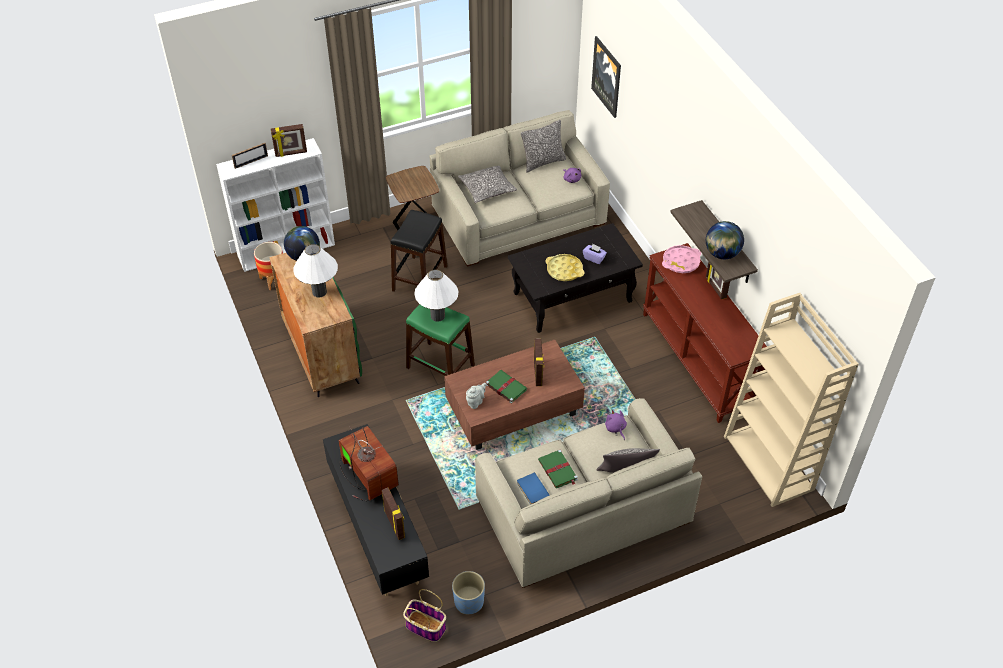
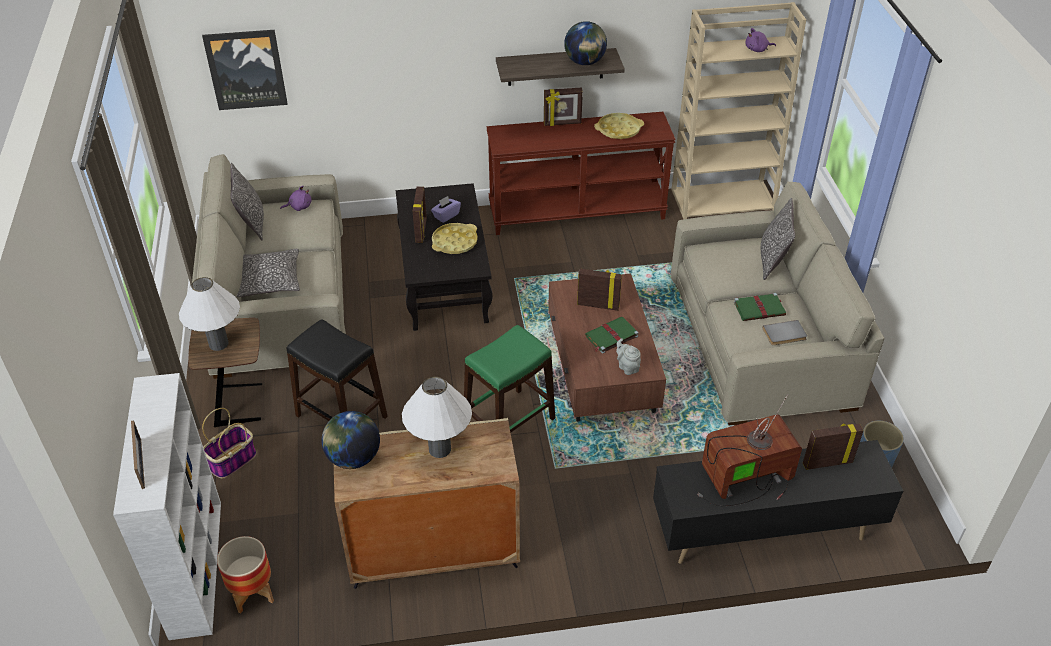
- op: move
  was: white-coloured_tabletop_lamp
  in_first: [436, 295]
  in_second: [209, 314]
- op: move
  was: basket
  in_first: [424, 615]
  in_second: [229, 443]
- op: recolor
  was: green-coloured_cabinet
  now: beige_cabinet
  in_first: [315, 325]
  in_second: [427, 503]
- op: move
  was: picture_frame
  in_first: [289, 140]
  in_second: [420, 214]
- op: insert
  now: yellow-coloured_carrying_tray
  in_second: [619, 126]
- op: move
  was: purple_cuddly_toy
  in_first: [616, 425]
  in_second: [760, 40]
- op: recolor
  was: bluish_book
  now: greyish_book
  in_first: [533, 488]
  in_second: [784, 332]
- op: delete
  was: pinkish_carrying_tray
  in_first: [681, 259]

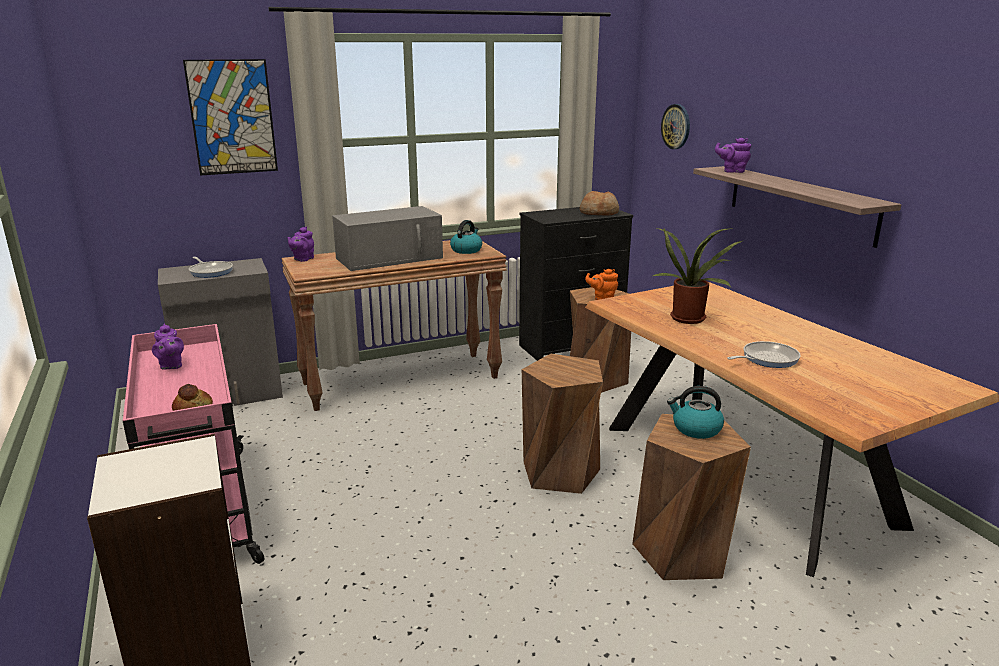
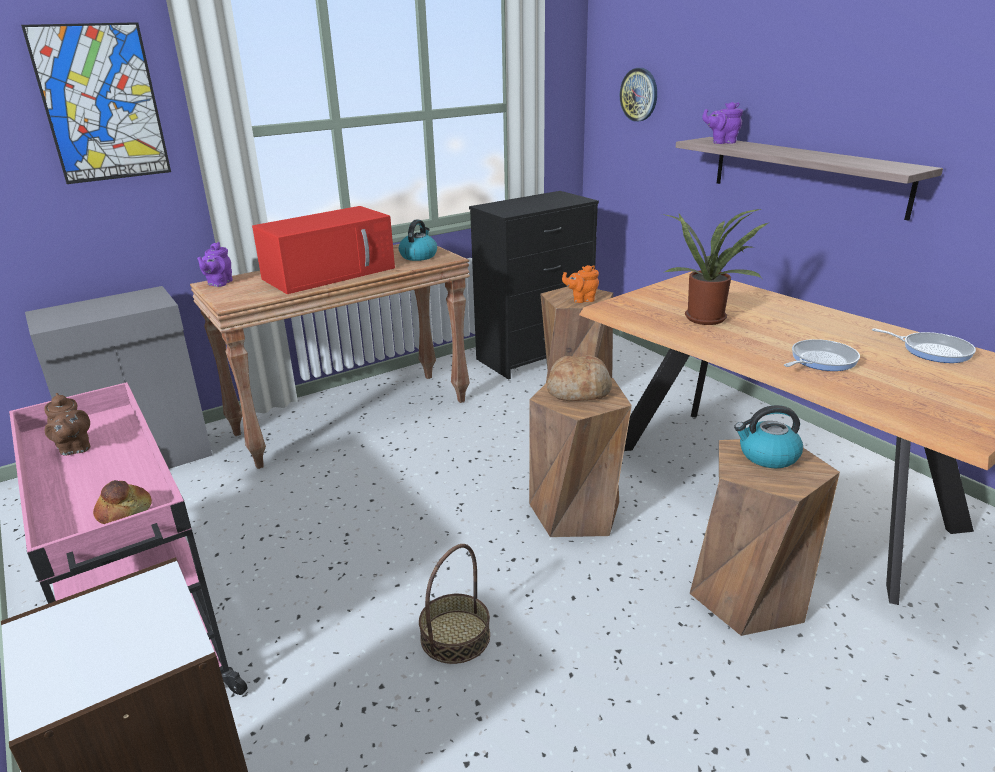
- op: recolor
  was: purple_tea_pot
  now: brown-coloured_tea_pot
  in_first: [168, 346]
  in_second: [67, 424]
- op: recolor
  was: greyish_microwave
  now: reddish_microwave
  in_first: [387, 238]
  in_second: [323, 250]
- op: insert
  now: basket
  in_second: [454, 604]
- op: move
  was: bakery_bread
  in_first: [599, 203]
  in_second: [579, 378]
- op: move
  was: skillet
  in_first: [211, 267]
  in_second: [924, 345]

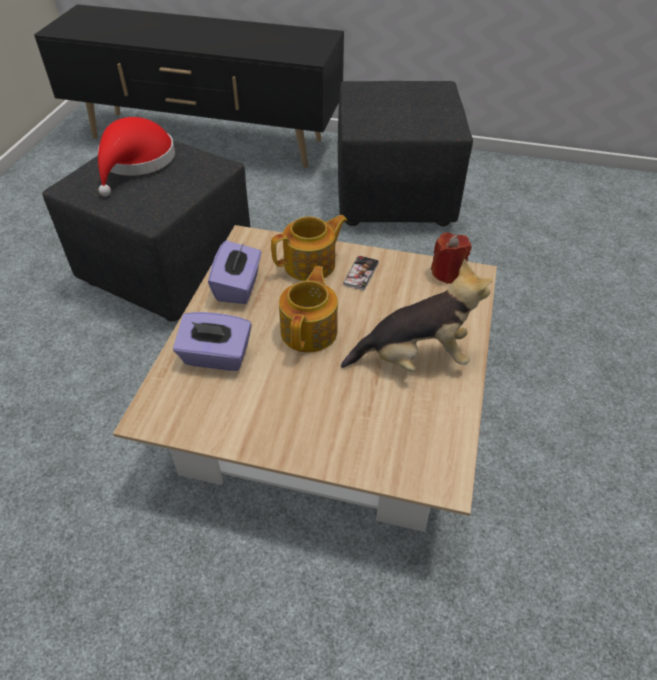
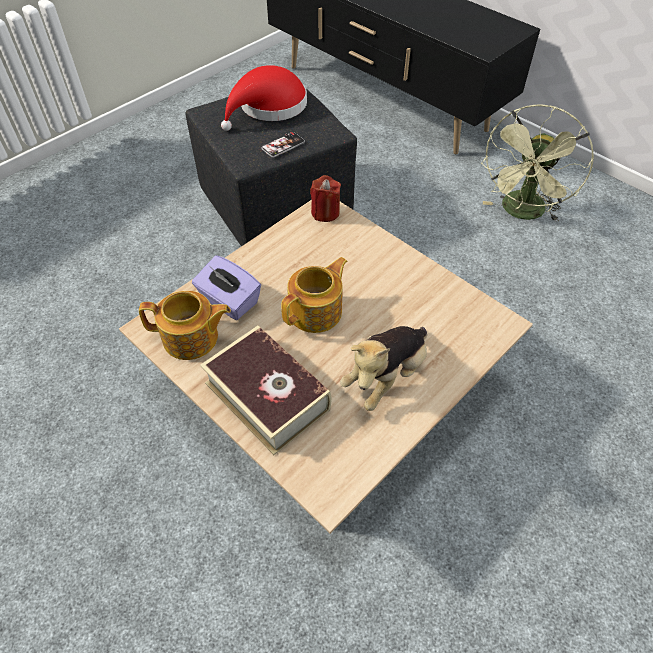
- op: move
  was: tea_pot
  in_first: [309, 248]
  in_second: [185, 325]
- op: insert
  now: book
  in_second: [266, 390]
- op: move
  was: phone
  in_first: [361, 273]
  in_second: [283, 145]
- op: move
  was: reddish_wax_candle
  in_first: [451, 258]
  in_second: [325, 198]
- op: rotate
  was: cuddly_toy
  in_first: [417, 315]
  in_second: [383, 368]
  clockwise: 105
- op: replace
  was: blackish_pouffe
  now: green-coloured_electric_fan
  in_first: [405, 153]
  in_second: [537, 163]
- op: delete
  was: purple_box_of_tissues
  in_first: [234, 272]

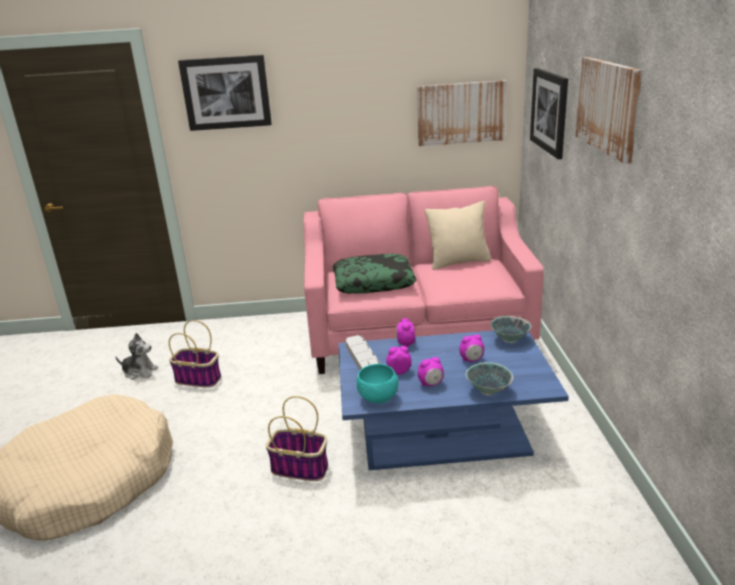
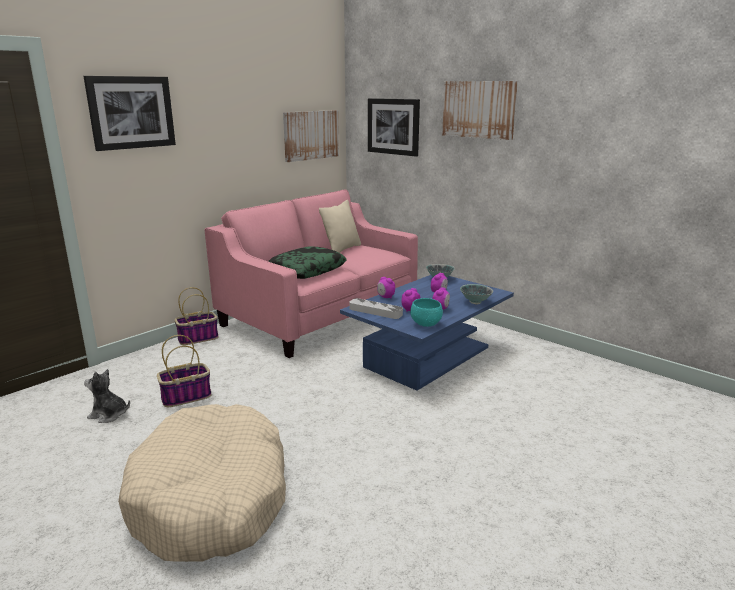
- op: rotate
  was: cuddly_toy
  in_first: [136, 356]
  in_second: [107, 396]
  clockwise: -135
- op: move
  was: basket
  in_first: [297, 438]
  in_second: [196, 316]

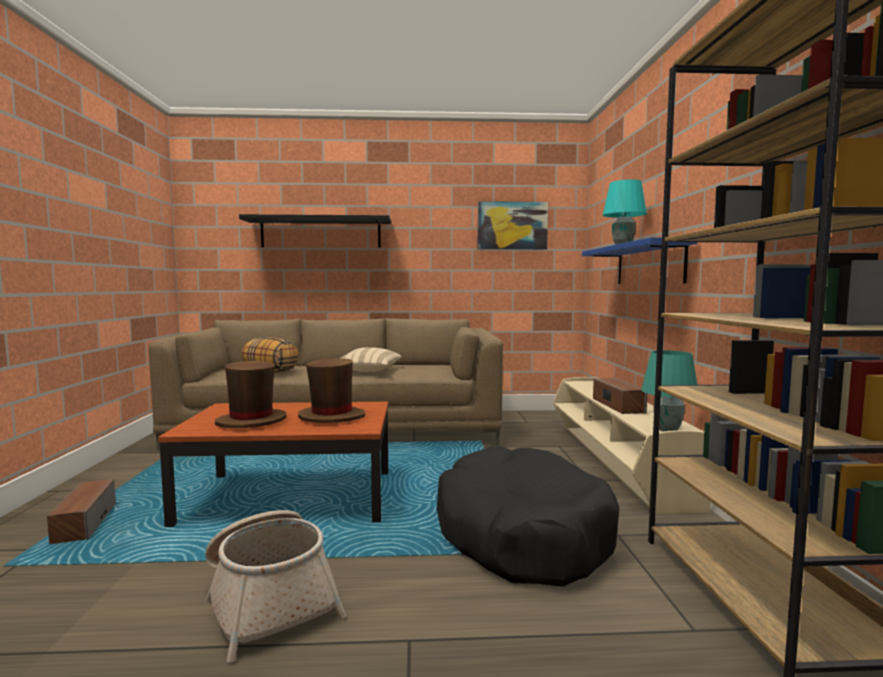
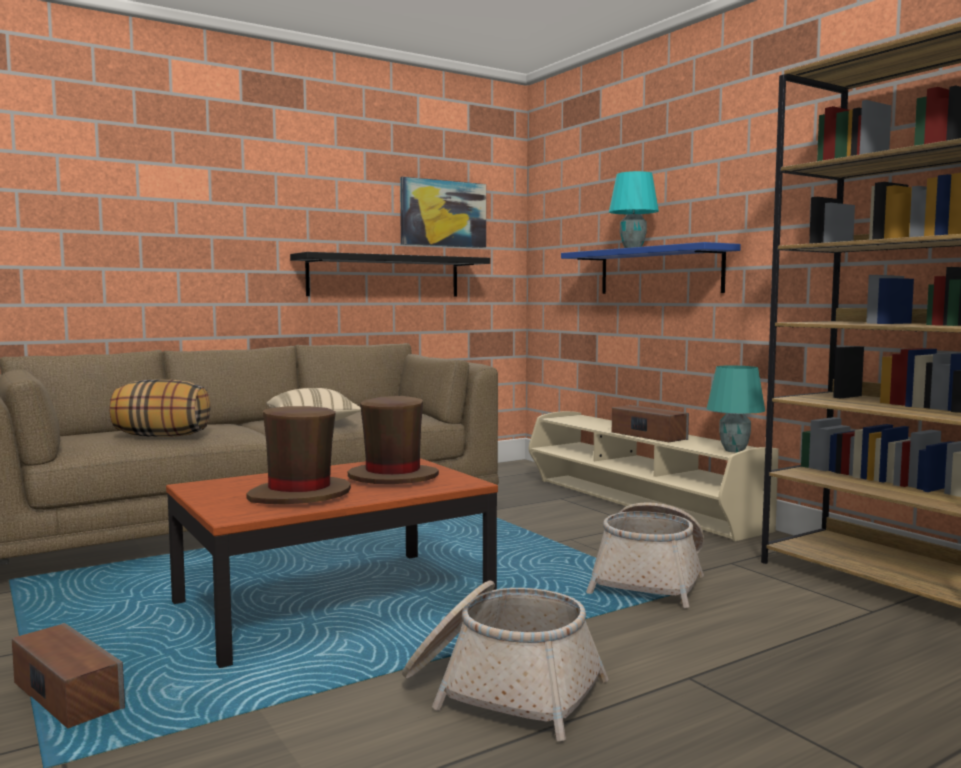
- op: move
  was: blackish_wall_shelf
  in_first: [315, 231]
  in_second: [390, 274]
- op: replace
  was: blackish_dog_cushion
  now: basket
  in_first: [528, 516]
  in_second: [645, 555]

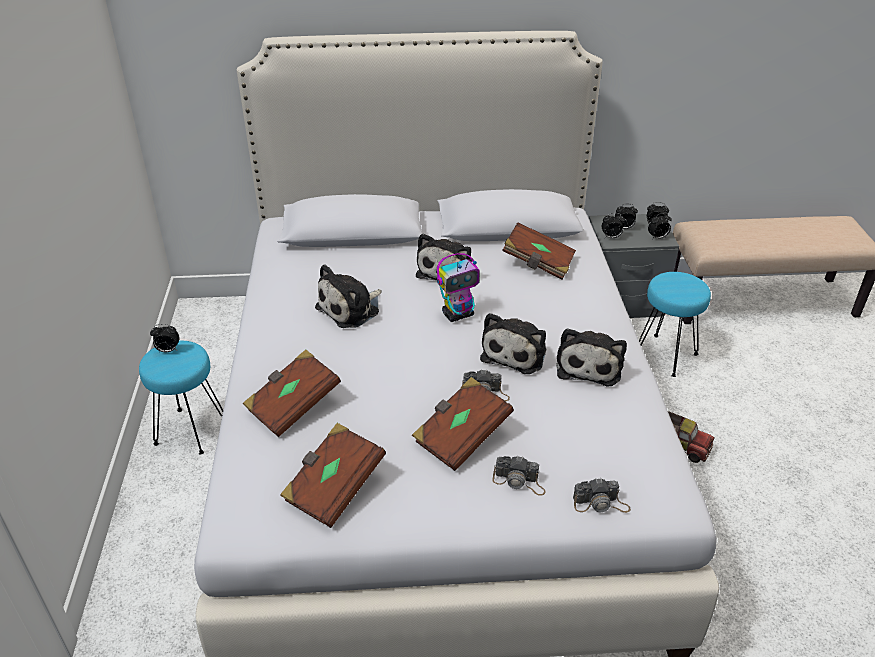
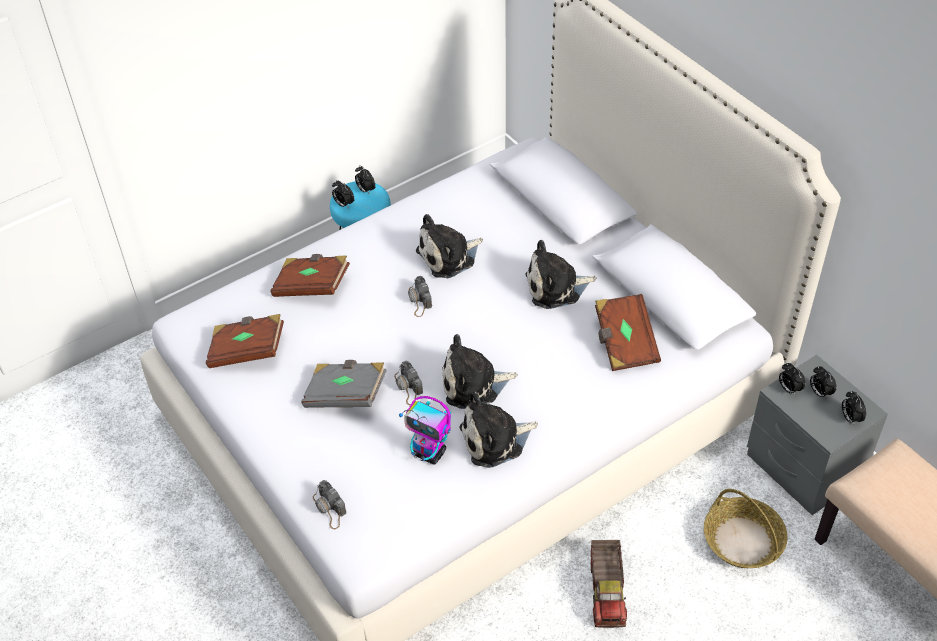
- op: recolor
  was: brown-coloured_book
  now: greyish_book
  in_first: [463, 424]
  in_second: [344, 384]
- op: move
  was: alarm_clock
  in_first: [660, 226]
  in_second: [343, 194]
- op: move
  was: model_robot
  in_first: [458, 287]
  in_second: [425, 430]
- op: move
  was: photo_camera
  in_first: [519, 476]
  in_second: [420, 296]
- op: rotate
  was: cuddly_toy
  in_first: [348, 296]
  in_second: [449, 246]
  clockwise: -45
- op: replace
  was: turquoise_sitting_stool
  now: basket
  in_first: [675, 324]
  in_second: [746, 528]

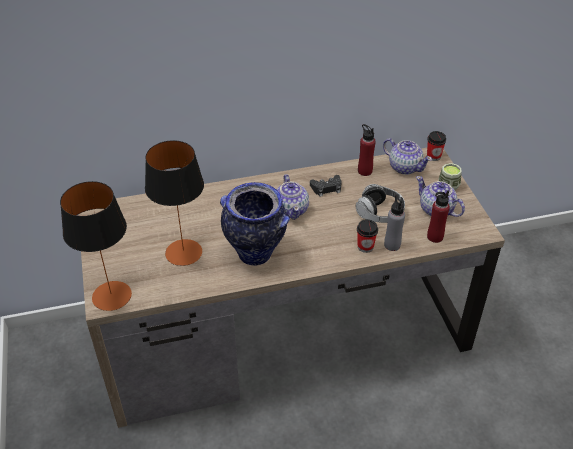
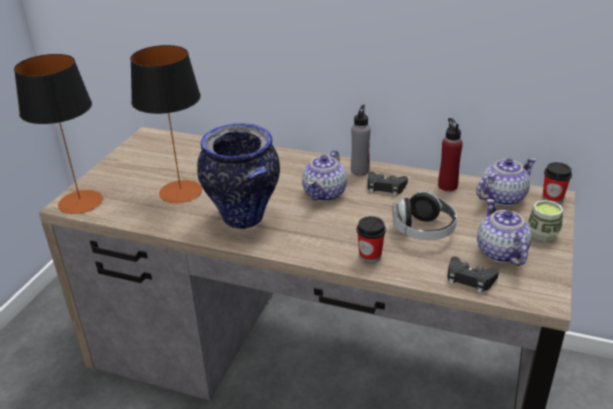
- op: move
  was: greyish_drink_bottle
  in_first: [394, 223]
  in_second: [361, 140]
- op: replace
  was: reddish_drink_bottle
  now: blackish_joypad
  in_first: [438, 216]
  in_second: [473, 274]
- op: rotate
  was: tea_pot
  in_first: [407, 156]
  in_second: [506, 181]
  clockwise: -105

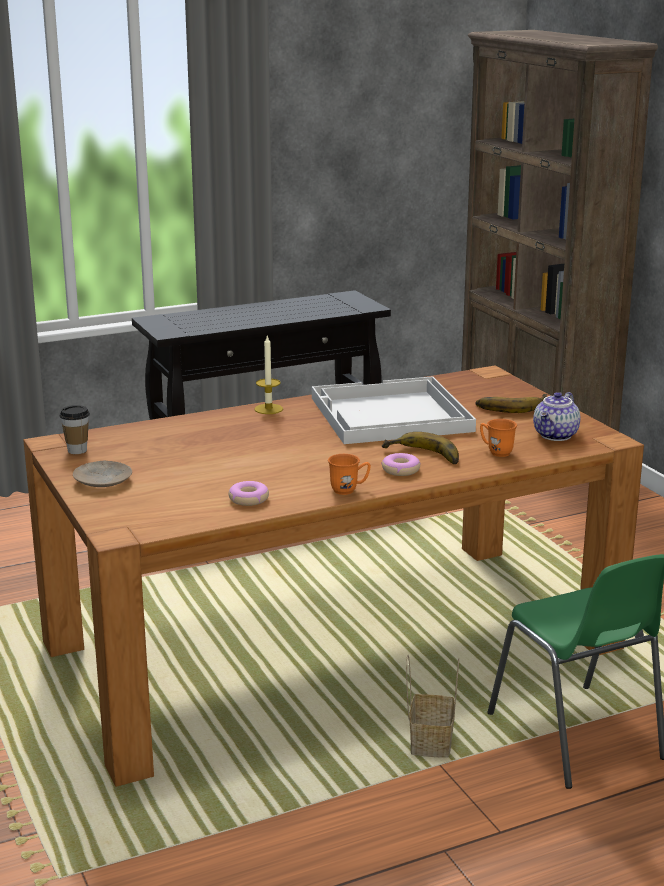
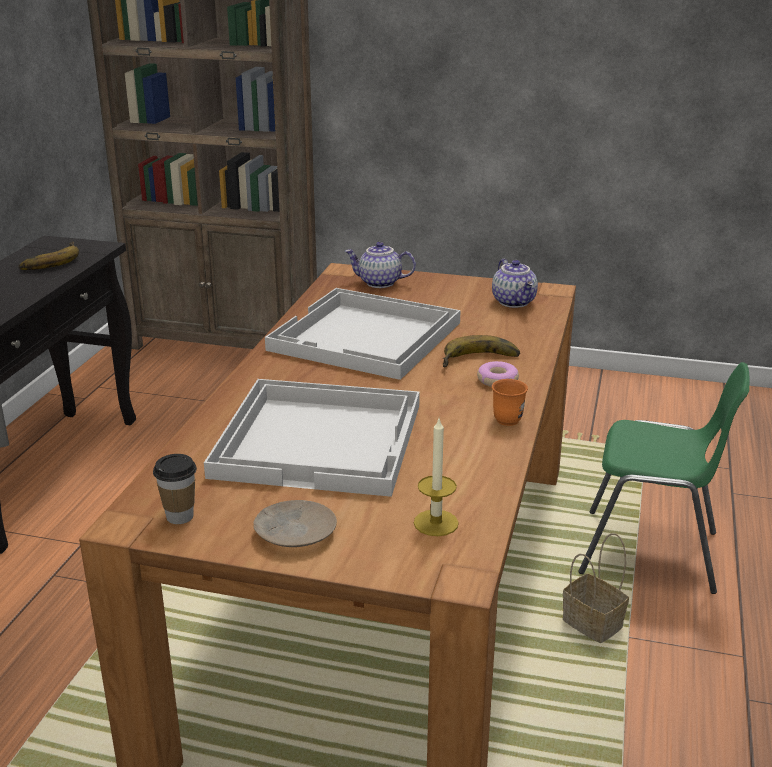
- op: move
  was: banana_fruit
  in_first: [511, 403]
  in_second: [49, 256]
- op: insert
  now: white-coloured_carrying_tray
  in_second: [312, 438]
- op: insert
  now: tea_pot
  in_second: [380, 265]
- op: move
  was: wax_candle
  in_first: [268, 375]
  in_second: [436, 477]
- op: delete
  was: ring_doughnut
  in_first: [249, 493]
- op: delete
  was: orange-coloured_mug
  in_first: [498, 438]

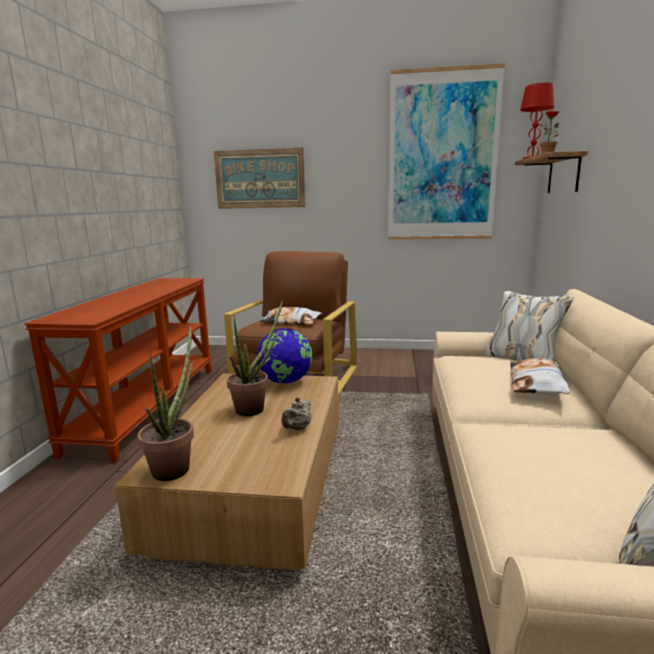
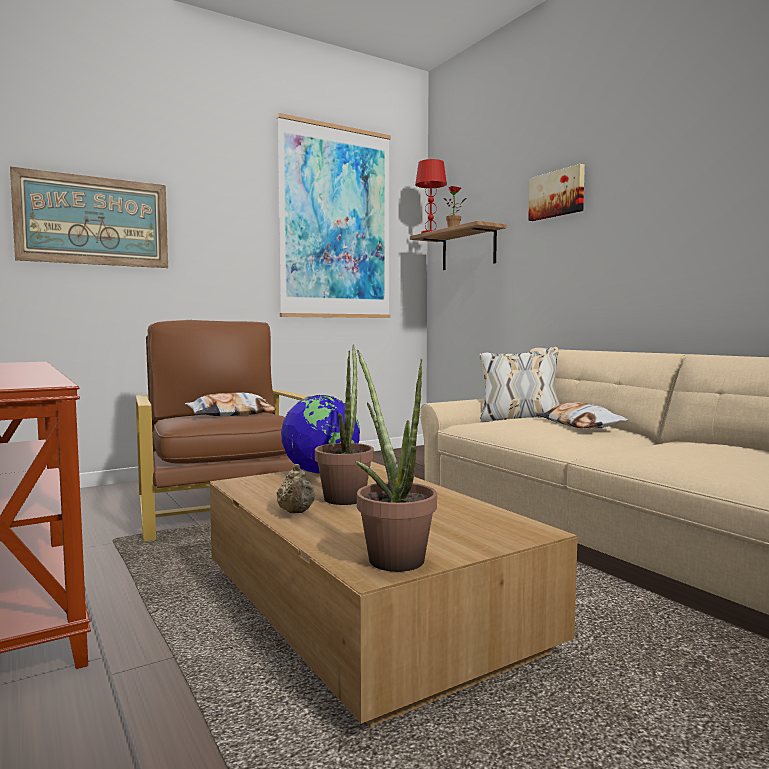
- op: move
  was: beige_tea_pot
  in_first: [296, 414]
  in_second: [295, 488]
- op: insert
  now: wall_picture
  in_second: [556, 192]

